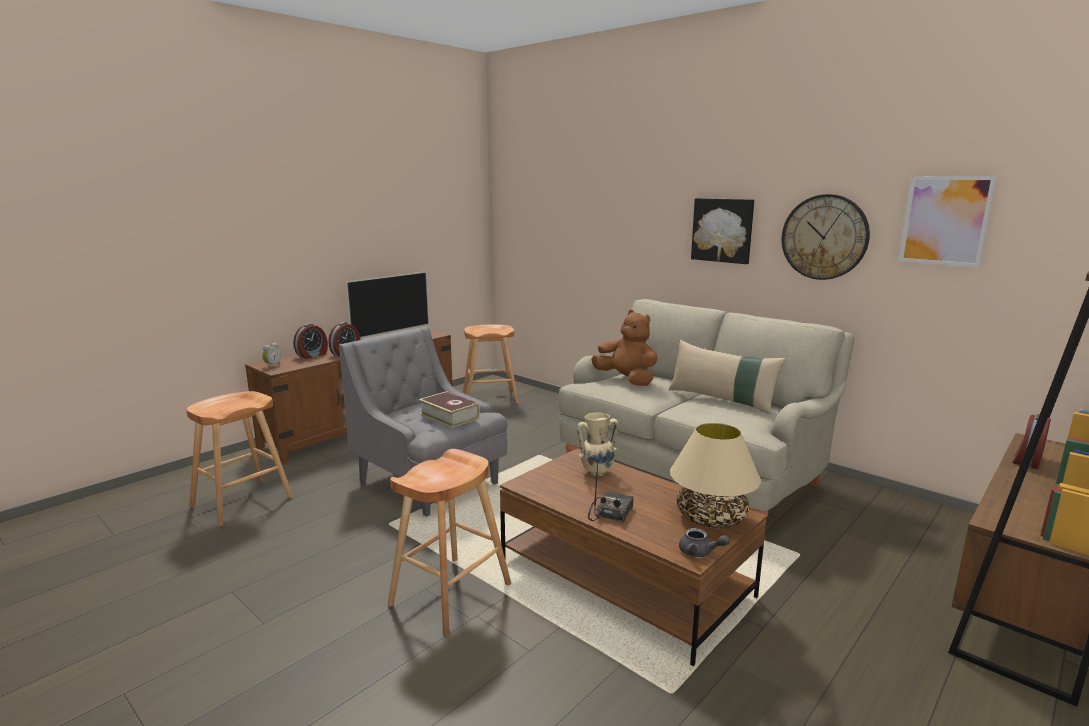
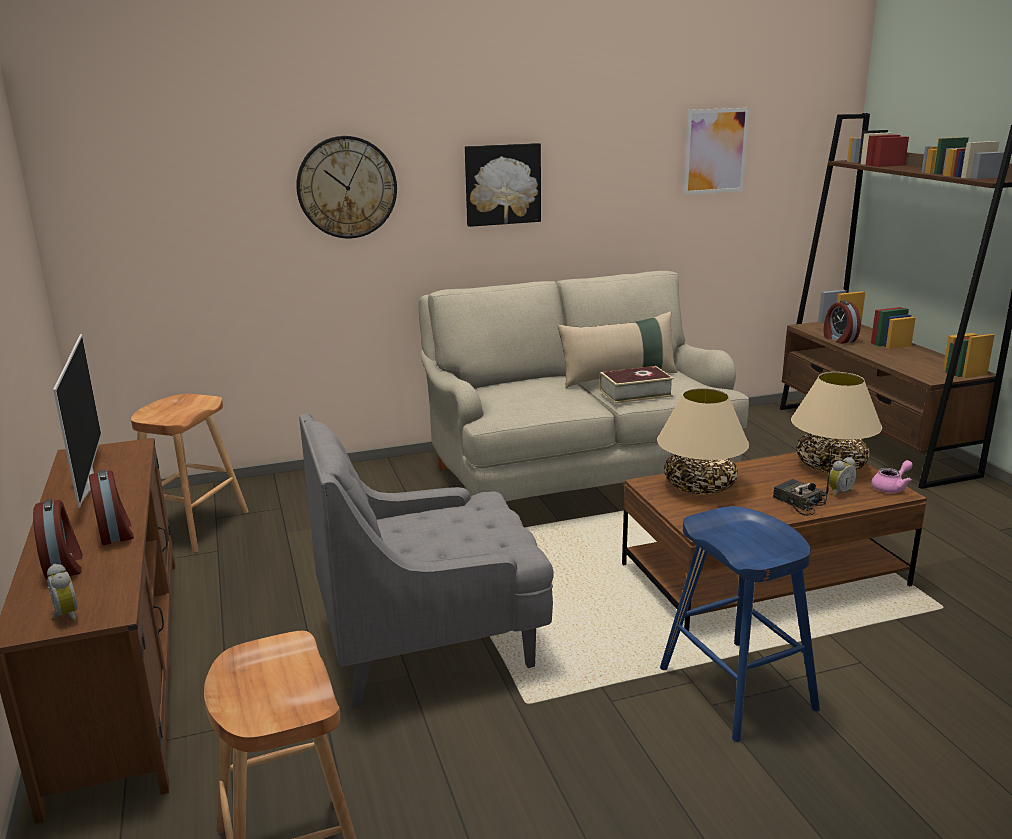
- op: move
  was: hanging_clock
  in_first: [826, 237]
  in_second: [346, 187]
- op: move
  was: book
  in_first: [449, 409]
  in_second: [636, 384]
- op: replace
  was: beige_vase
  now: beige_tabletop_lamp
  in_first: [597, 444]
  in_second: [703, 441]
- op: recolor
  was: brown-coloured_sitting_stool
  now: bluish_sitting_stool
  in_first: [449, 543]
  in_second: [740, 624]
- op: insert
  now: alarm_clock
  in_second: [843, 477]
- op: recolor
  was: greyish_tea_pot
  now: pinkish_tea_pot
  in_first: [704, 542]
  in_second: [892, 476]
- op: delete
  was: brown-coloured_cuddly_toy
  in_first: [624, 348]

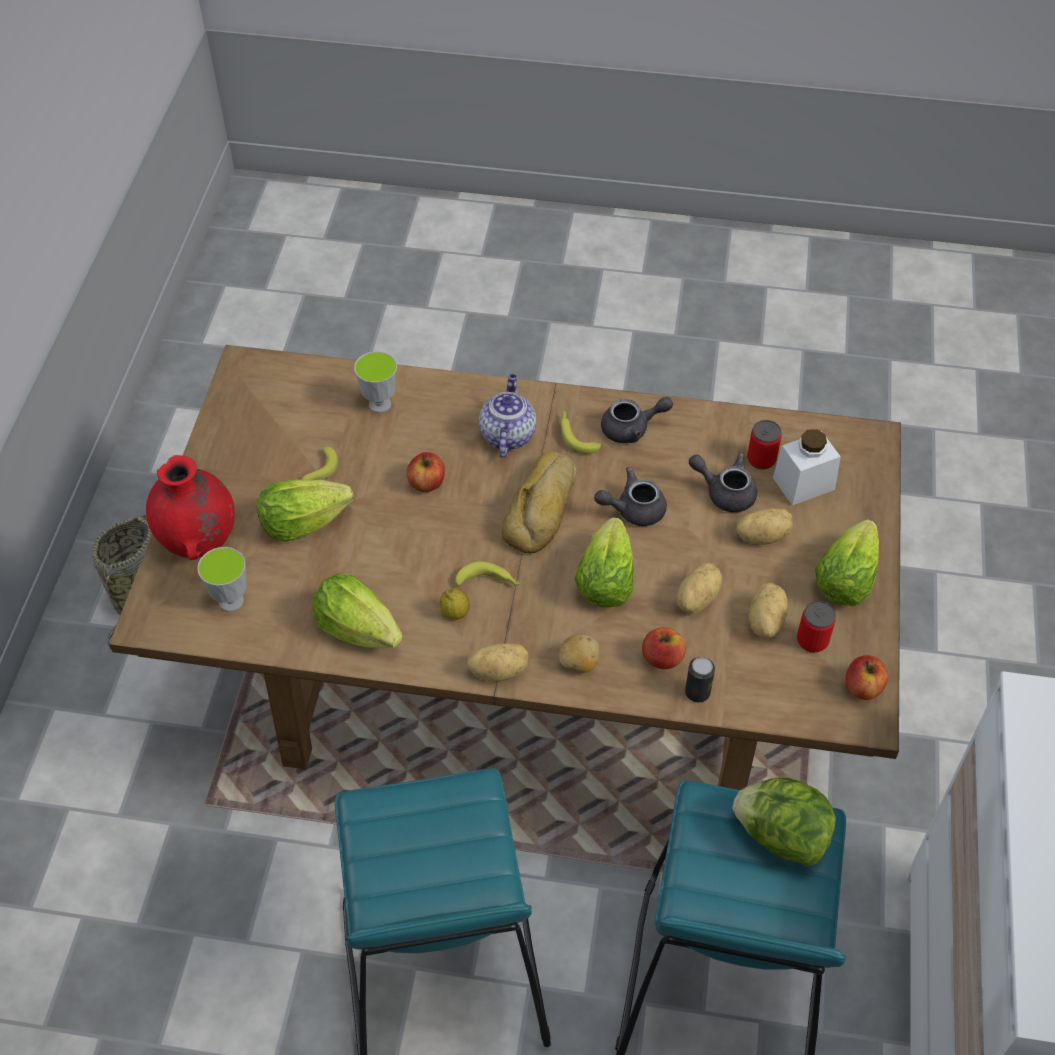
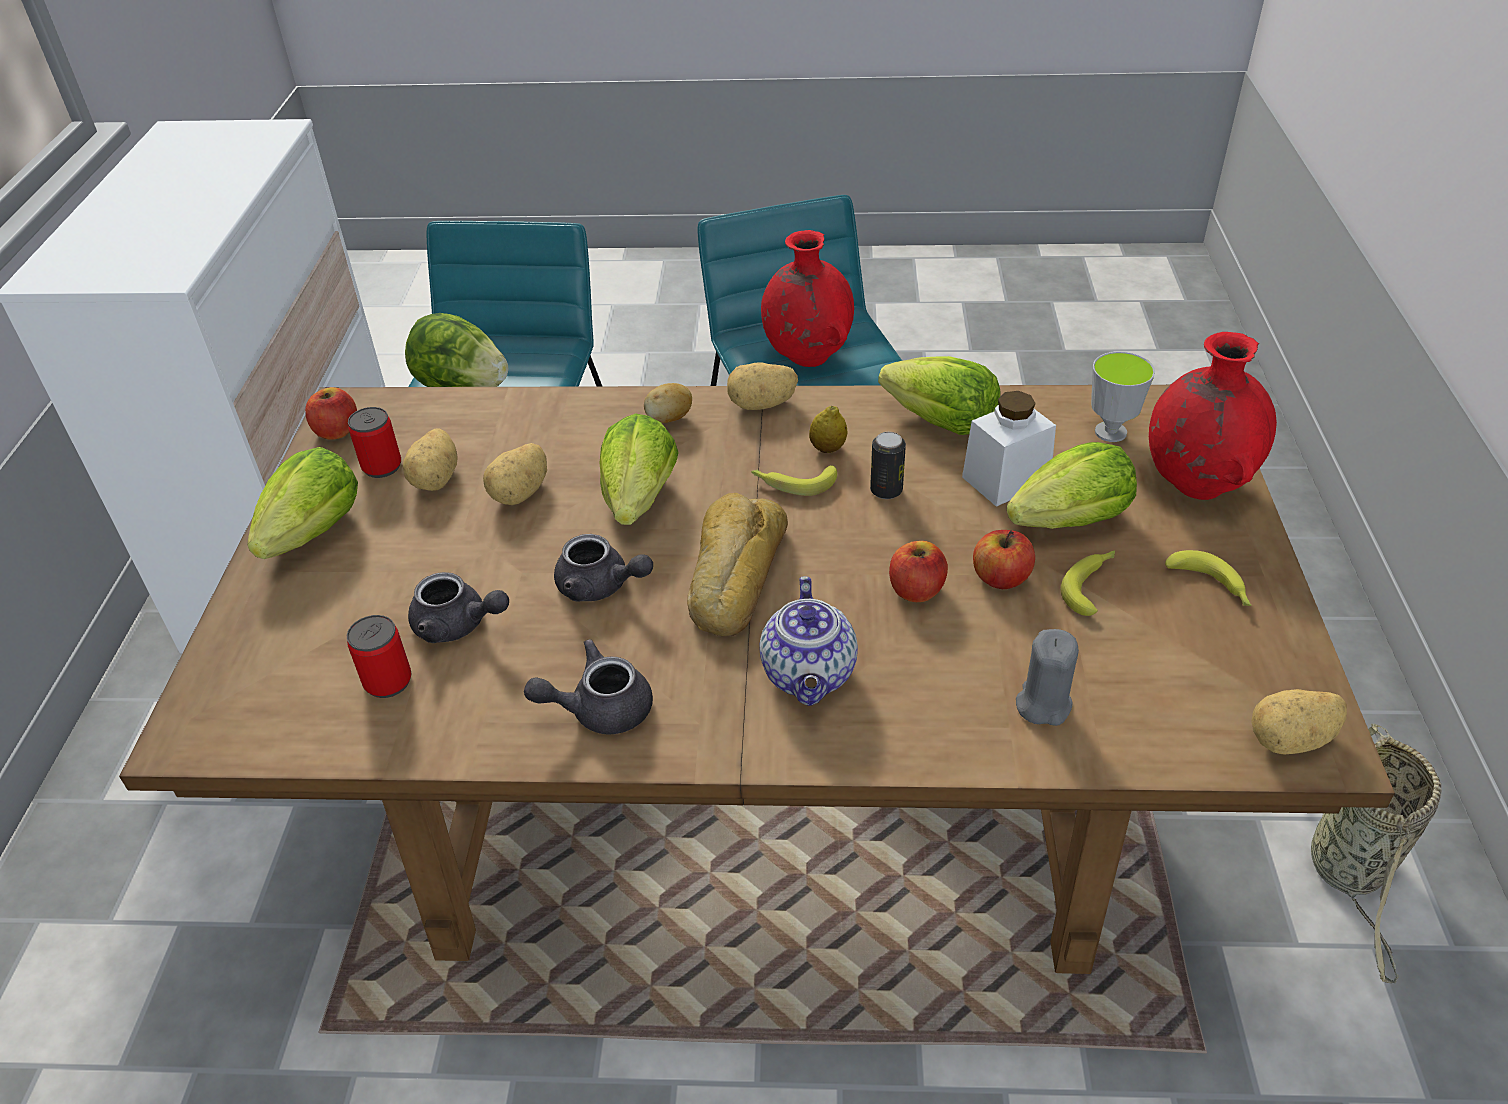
- op: rotate
  was: greyish_tea_pot
  in_first: [630, 496]
  in_second: [603, 568]
  clockwise: 45
- op: insert
  now: reddish_vase
  in_second: [807, 298]
- op: move
  was: can
  in_first: [700, 680]
  in_second: [888, 465]
- op: move
  was: white-coloured_storage_jar
  in_first: [807, 467]
  in_second: [1009, 449]
- op: move
  was: apple_fruit
  in_first: [664, 648]
  in_second: [1004, 559]
- op: replace
  was: drinking_cup
  now: greyish_wax_candle
  in_first: [375, 382]
  in_second: [1047, 677]
- op: move
  was: banana_fruit
  in_first: [581, 432]
  in_second: [1208, 578]
- op: move
  was: spud
  in_first: [764, 526]
  in_second: [1299, 721]

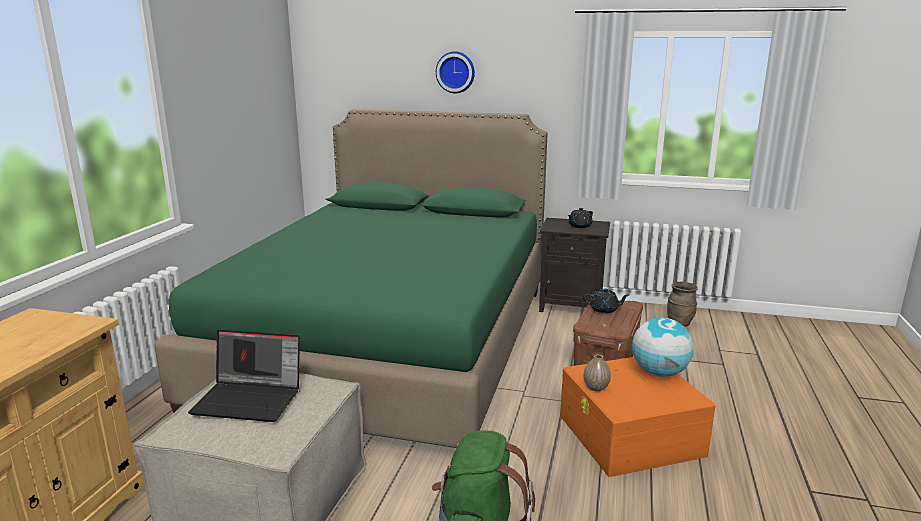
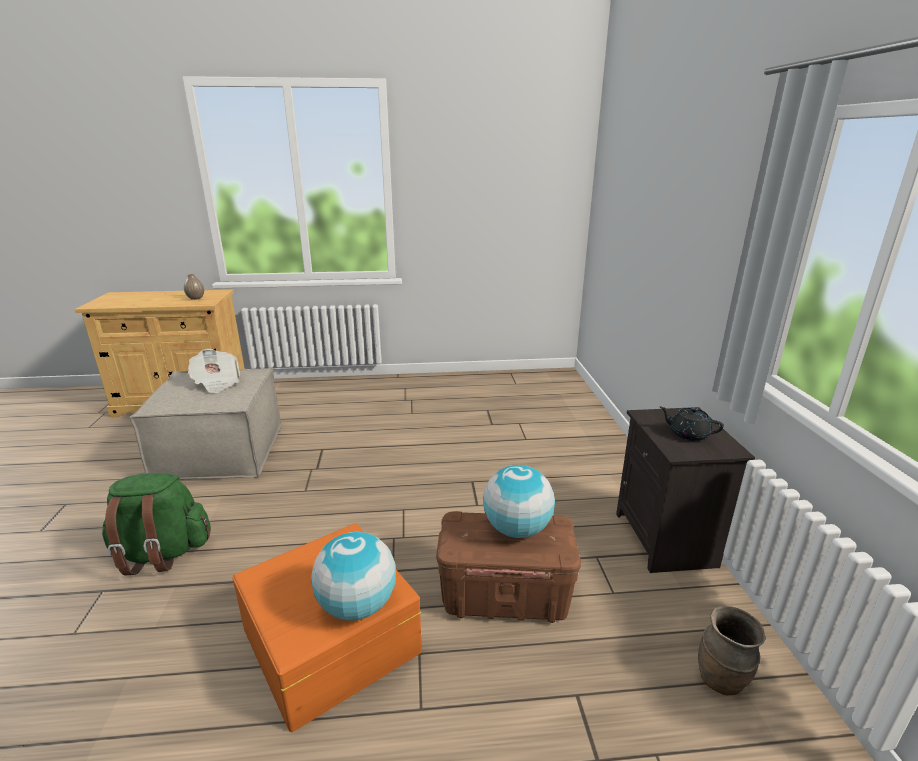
- op: move
  was: vase
  in_first: [597, 372]
  in_second: [194, 287]
- op: replace
  was: notebook_computer
  now: printed_paper
  in_first: [244, 376]
  in_second: [214, 371]
- op: replace
  was: blackish_tea_pot
  now: globe
  in_first: [606, 301]
  in_second: [519, 501]
- op: delete
  was: green-coloured_bedroom_bed
  in_first: [350, 278]
- op: delete
  was: hanging_clock
  in_first: [455, 72]

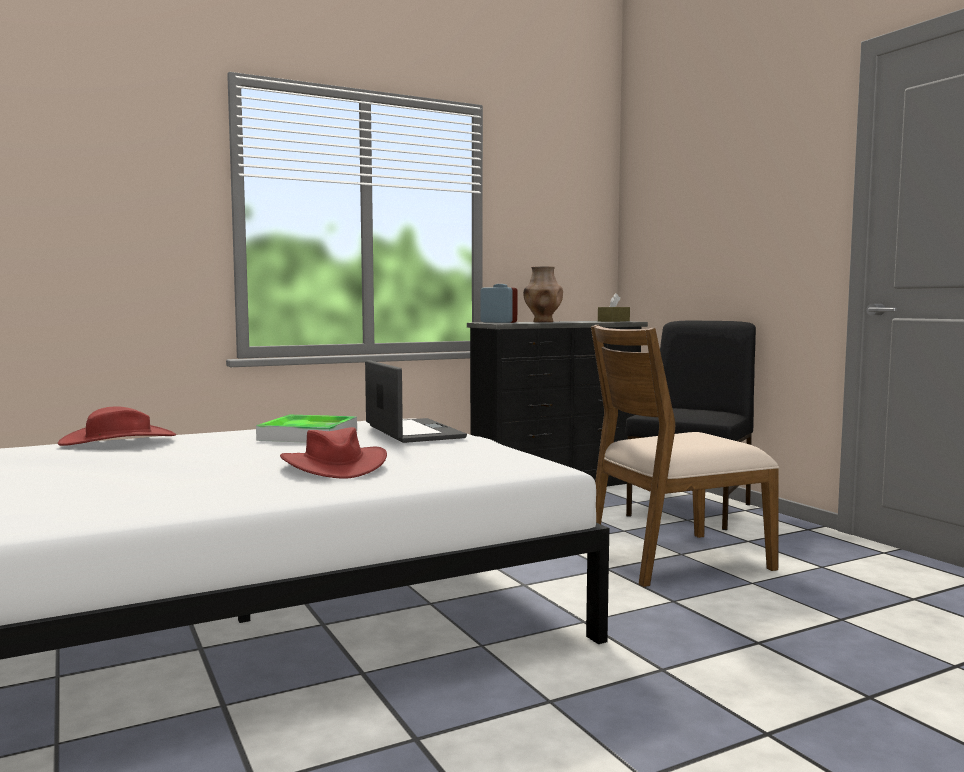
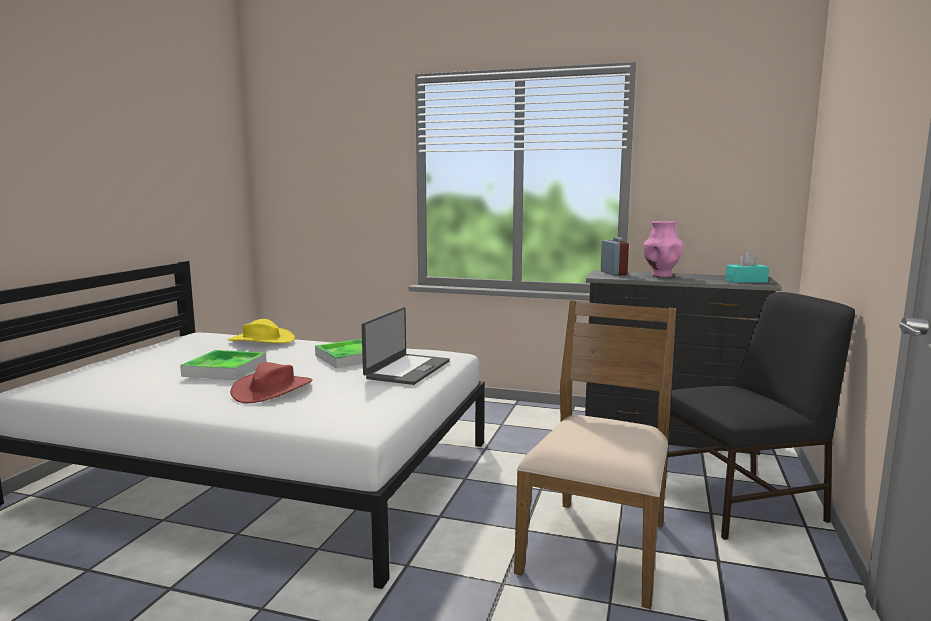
- op: insert
  now: carrying_tray
  in_second: [223, 365]
- op: recolor
  was: reddish_hat
  now: yellow-coloured_hat
  in_first: [117, 426]
  in_second: [261, 331]
- op: rotate
  was: brown-coloured_chair
  in_first: [685, 456]
  in_second: [595, 454]
  clockwise: 90
- op: recolor
  was: brown-coloured_vase
  now: pinkish_vase
  in_first: [543, 294]
  in_second: [663, 249]
- op: recolor
  was: brown-coloured_box_of_tissues
  now: turquoise_box_of_tissues
  in_first: [614, 307]
  in_second: [747, 267]

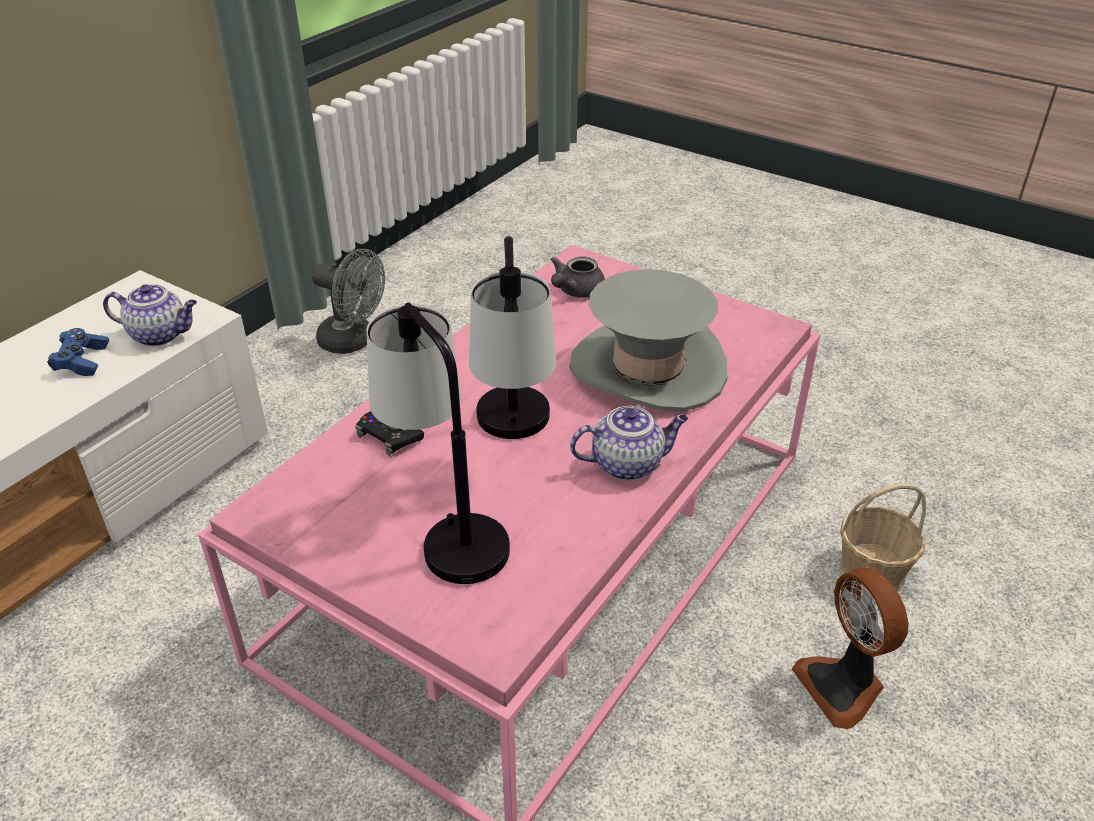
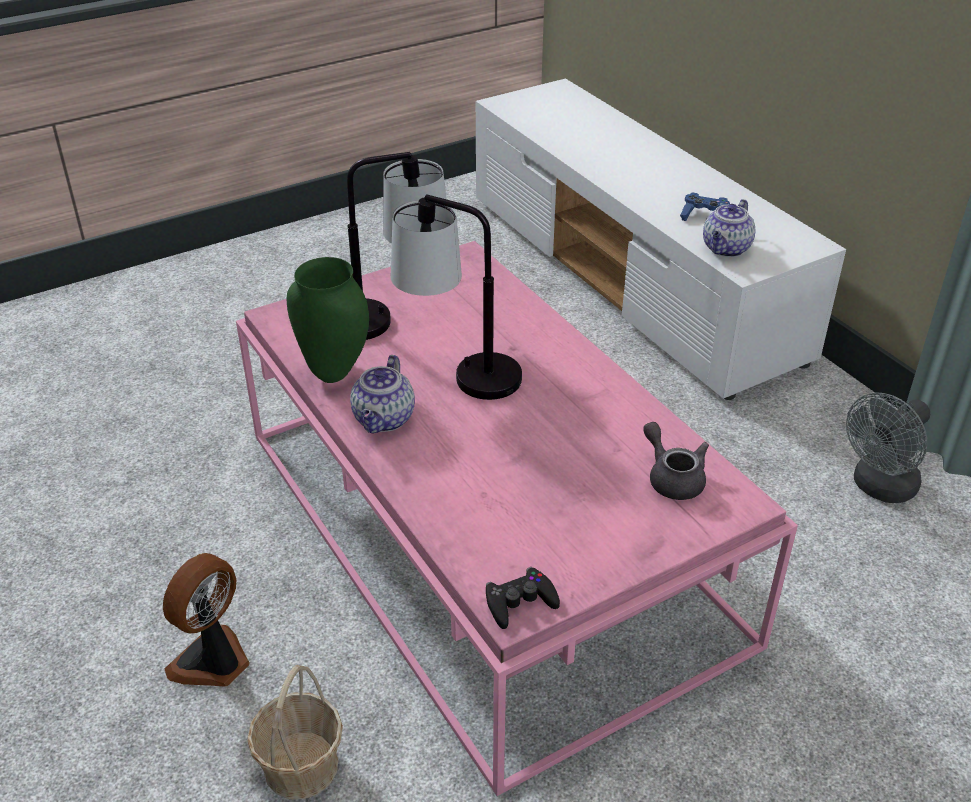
- op: rotate
  was: electric_fan
  in_first: [850, 648]
  in_second: [206, 620]
  clockwise: -60
- op: insert
  now: green-coloured_vase
  in_second: [328, 320]
- op: move
  was: blackish_joypad
  in_first: [389, 433]
  in_second: [523, 598]
- op: delete
  was: greyish_hat
  in_first: [648, 340]

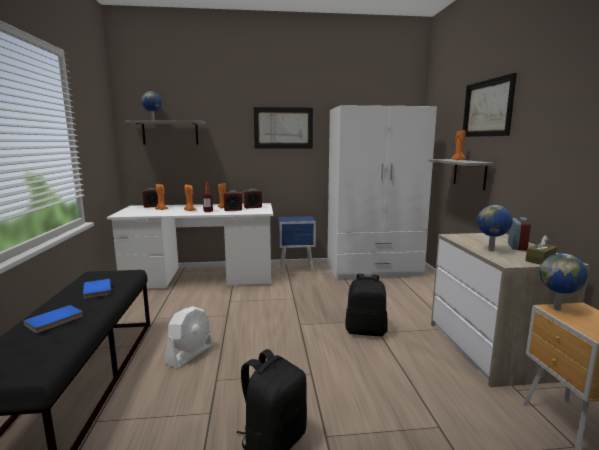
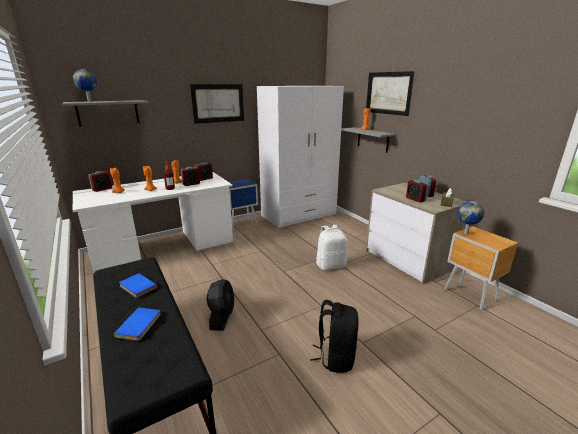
- op: recolor
  was: white-coloured_electric_fan
  now: blackish_electric_fan
  in_first: [188, 337]
  in_second: [220, 305]
- op: recolor
  was: blackish_rucksack
  now: white-coloured_rucksack
  in_first: [366, 305]
  in_second: [332, 247]
- op: replace
  was: globe
  now: alarm_clock
  in_first: [495, 228]
  in_second: [417, 191]

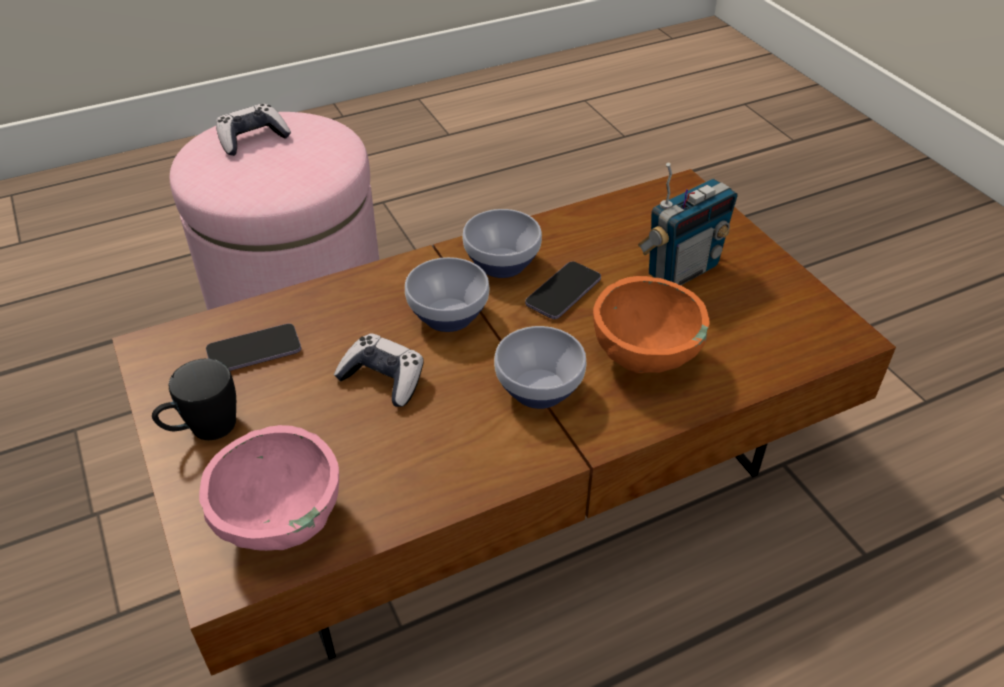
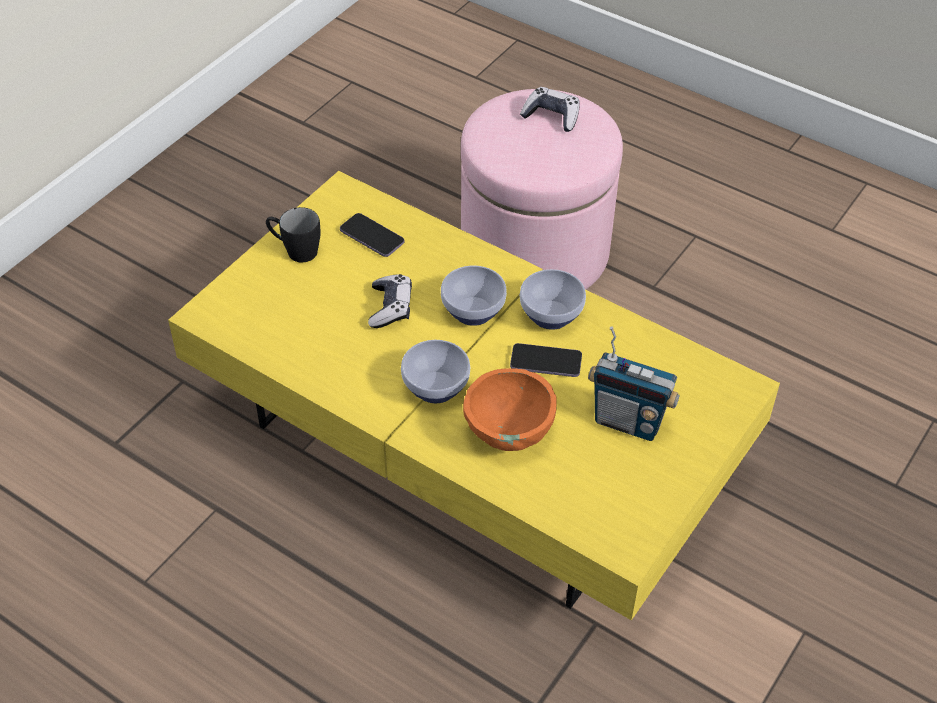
- op: recolor
  was: brown-coloured_lounge_table
  now: yellow-coloured_lounge_table
  in_first: [504, 422]
  in_second: [474, 395]
- op: delete
  was: pinkish_serving_bowl
  in_first: [269, 488]

